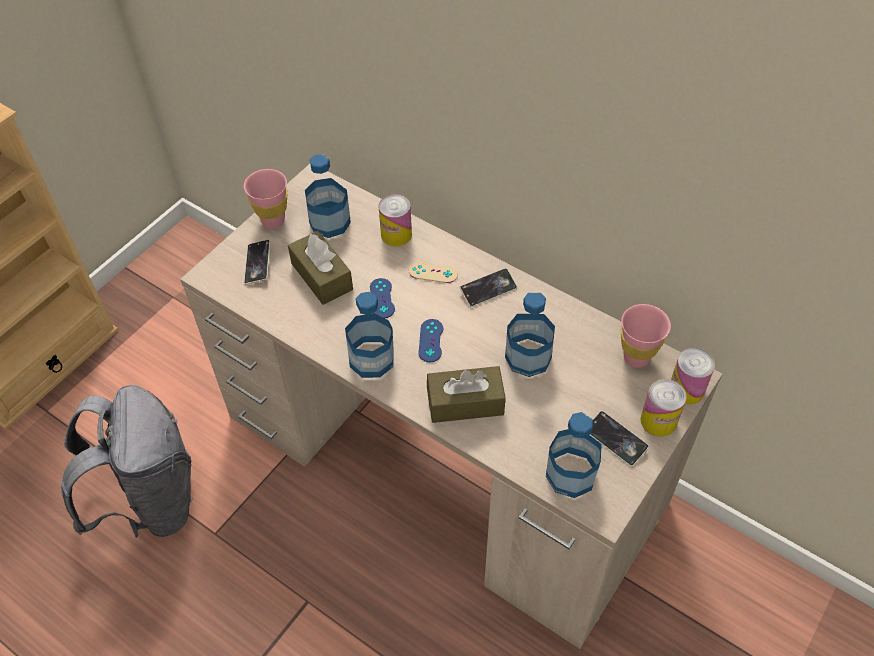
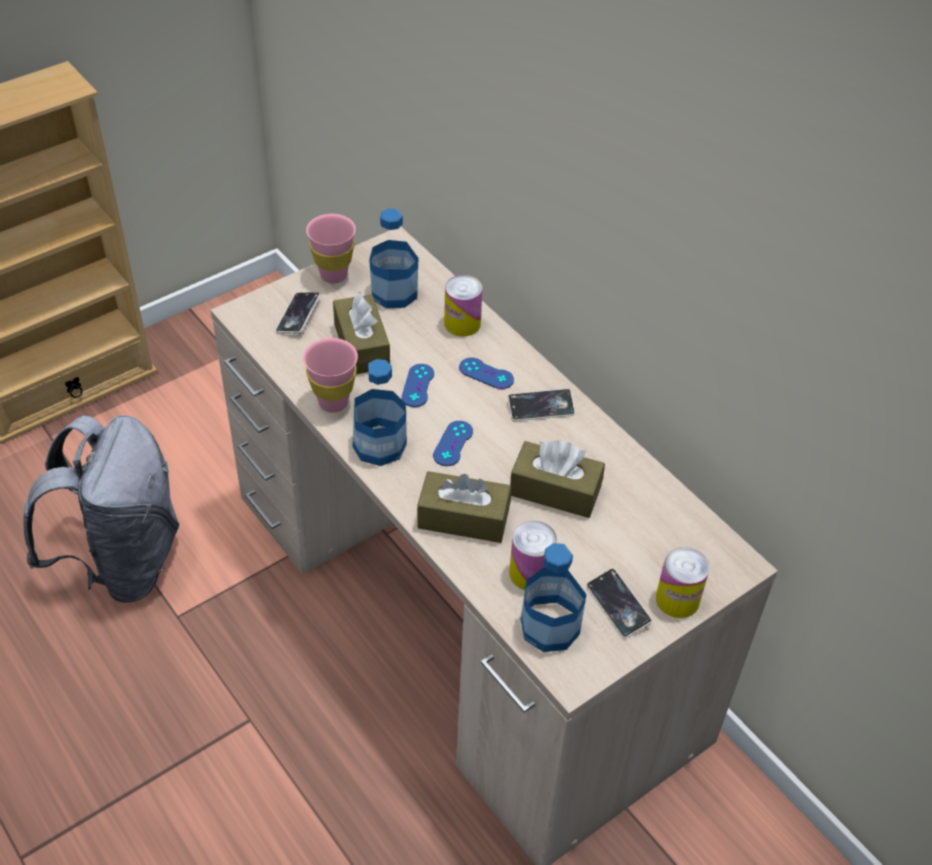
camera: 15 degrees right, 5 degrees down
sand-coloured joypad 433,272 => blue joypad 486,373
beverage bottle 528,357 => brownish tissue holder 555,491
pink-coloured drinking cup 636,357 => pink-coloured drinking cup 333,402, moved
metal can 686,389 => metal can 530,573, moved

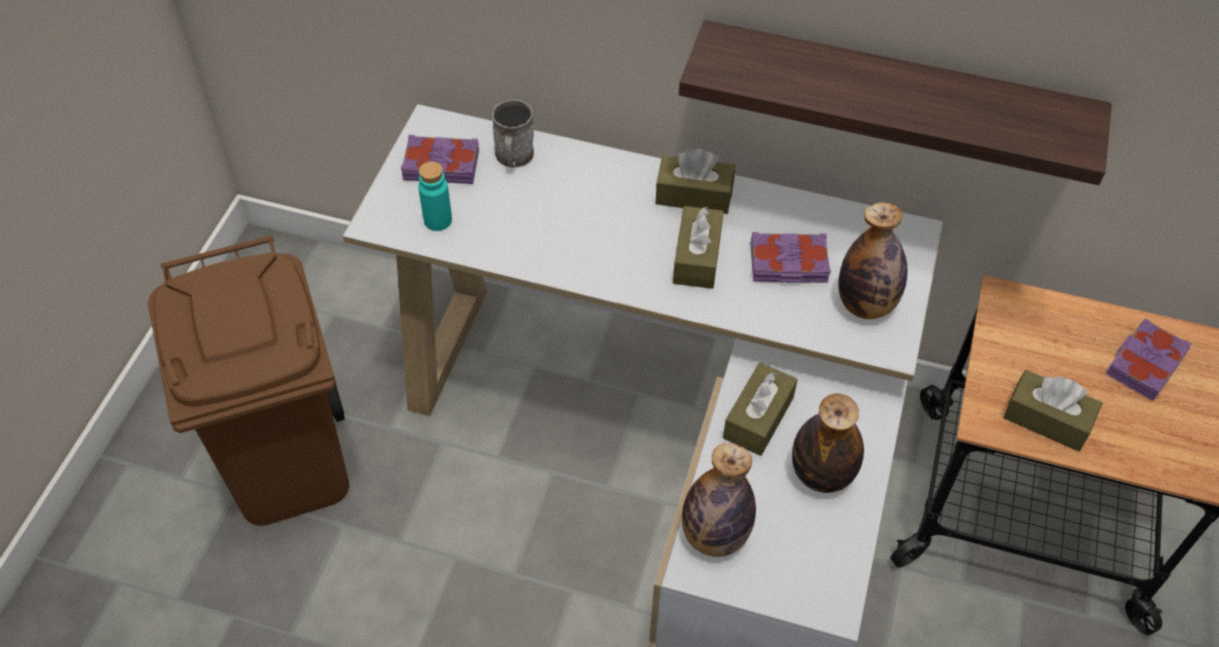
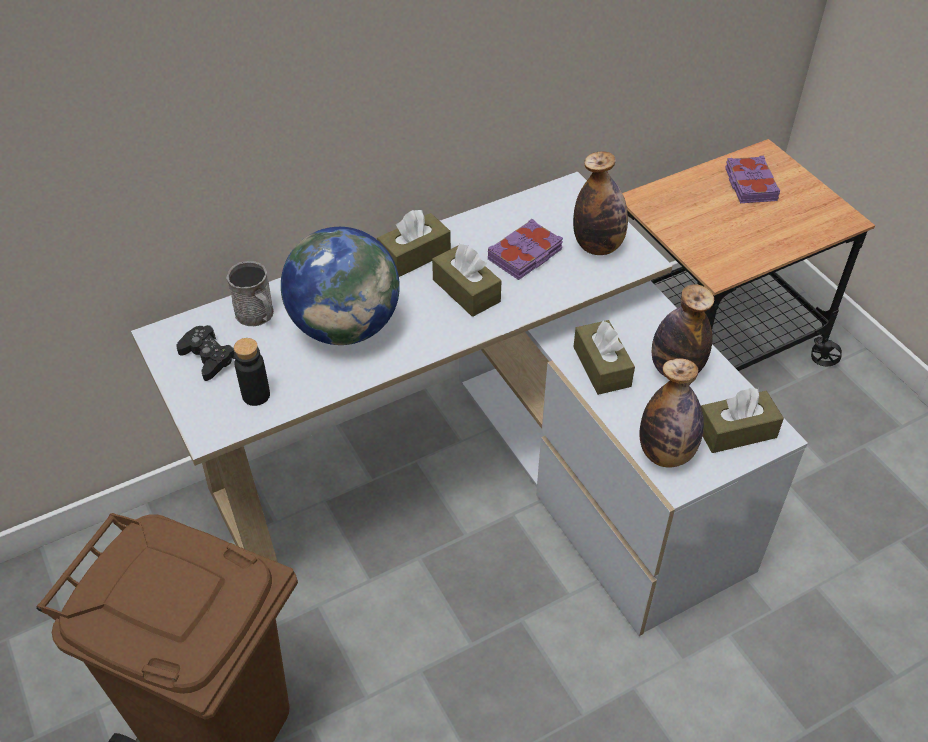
camera: 45 degrees left, 5 degrees down
purple-coloured book 441,164 => blackish joypad 208,357
turquoise-coloured beverage bottle 438,220 => blackish beverage bottle 256,395
bracket shelf 892,99 => nothing
brownish tissue holder 1047,419 => brownish tissue holder 736,431, moved
nothing => desk globe 345,327

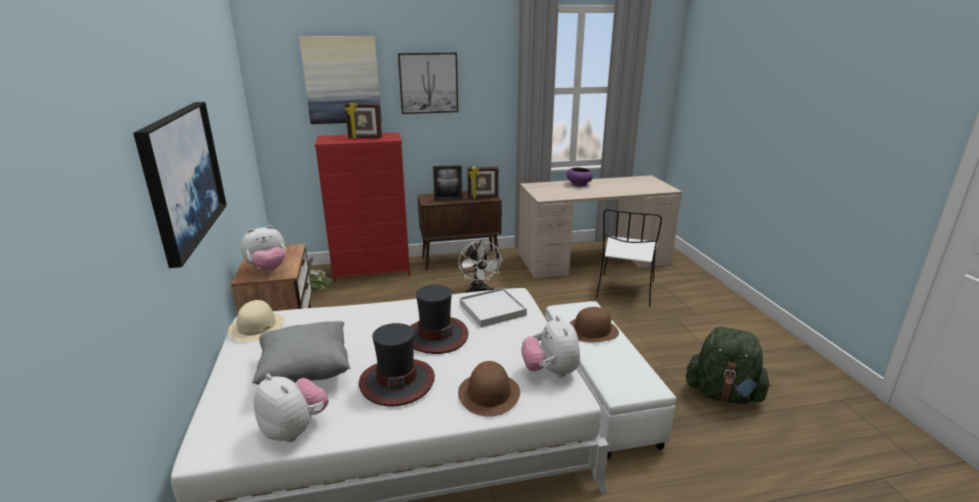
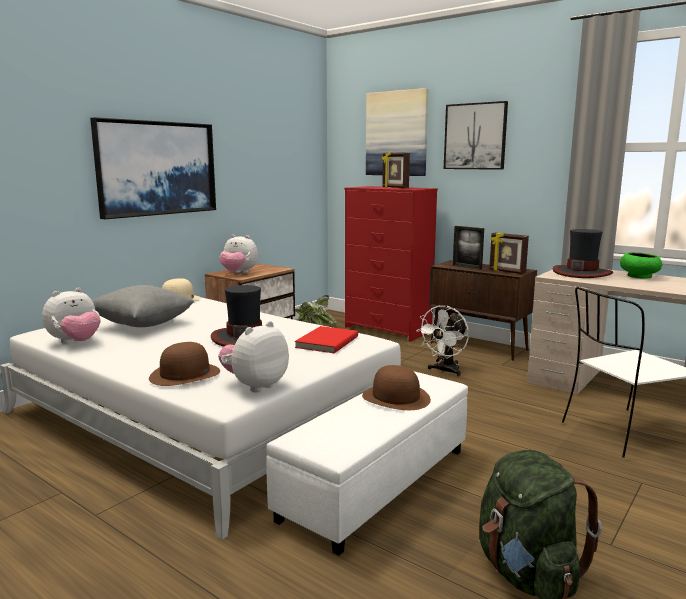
camera: 50 degrees right, 10 degrees down
soft toy 295,429 => soft toy 75,342, 45 degrees clockwise
clothing hat 397,381 => clothing hat 582,273, moved
white carrying tray 492,310 => red-coloured book 326,342
purple-coloured deep dish 579,184 => greenish deep dish 639,276

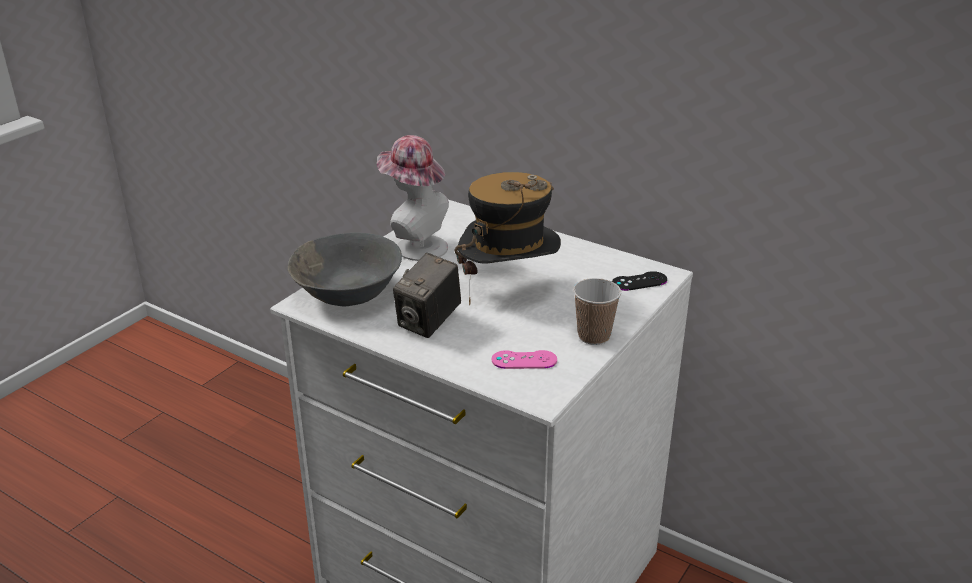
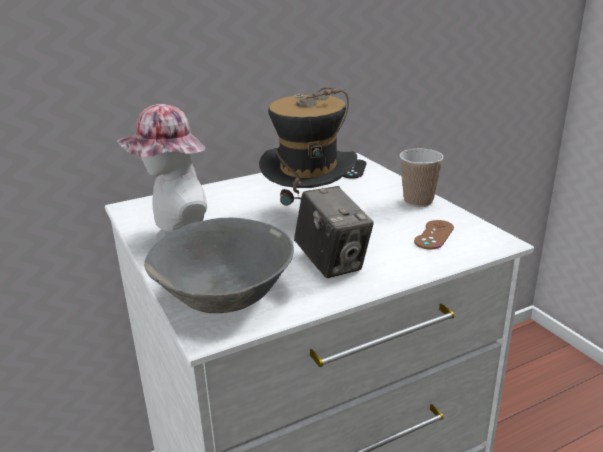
camera: 60 degrees left, 5 degrees down
pink-coloured joypad 524,360 => brownish joypad 434,235

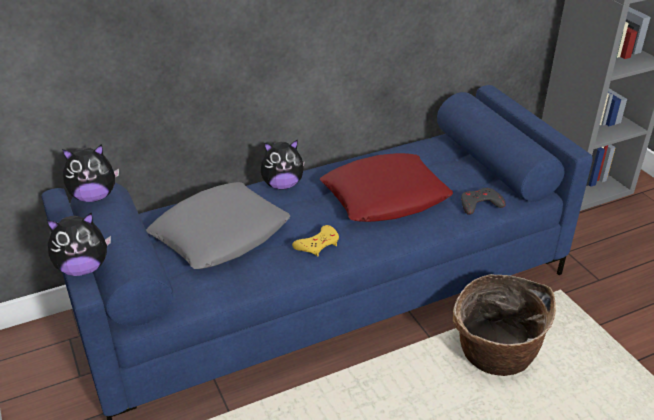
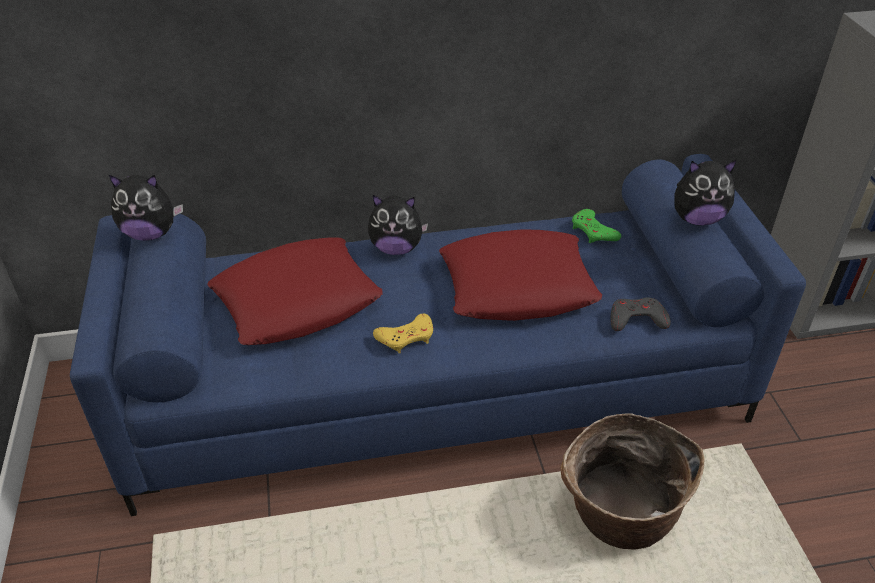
camera: 15 degrees right, 5 degrees up
soft toy 83,268 => soft toy 697,219, moved
greyish pillow 220,233 => red-coloured pillow 297,301
nothing => greenish joypad 593,231

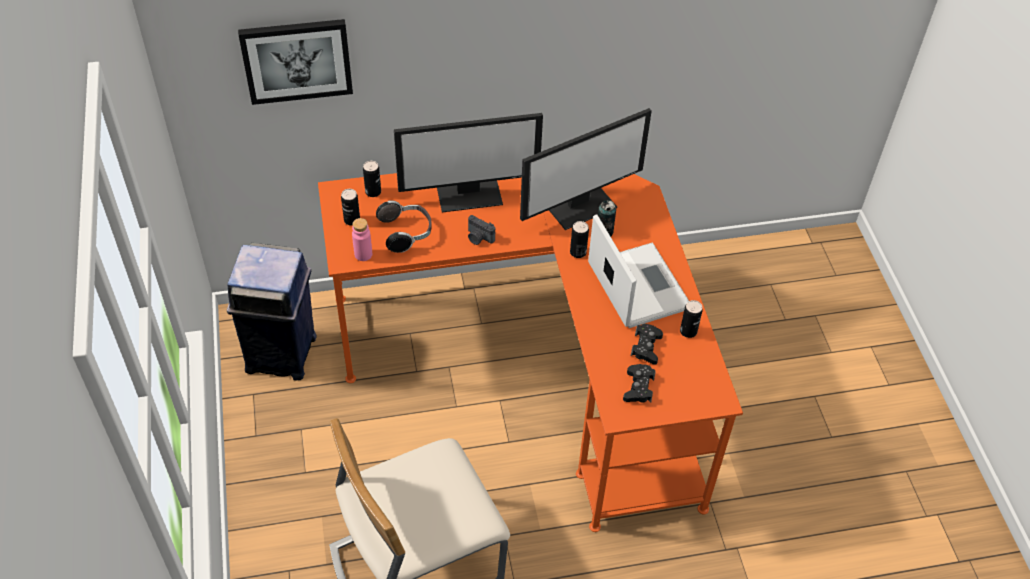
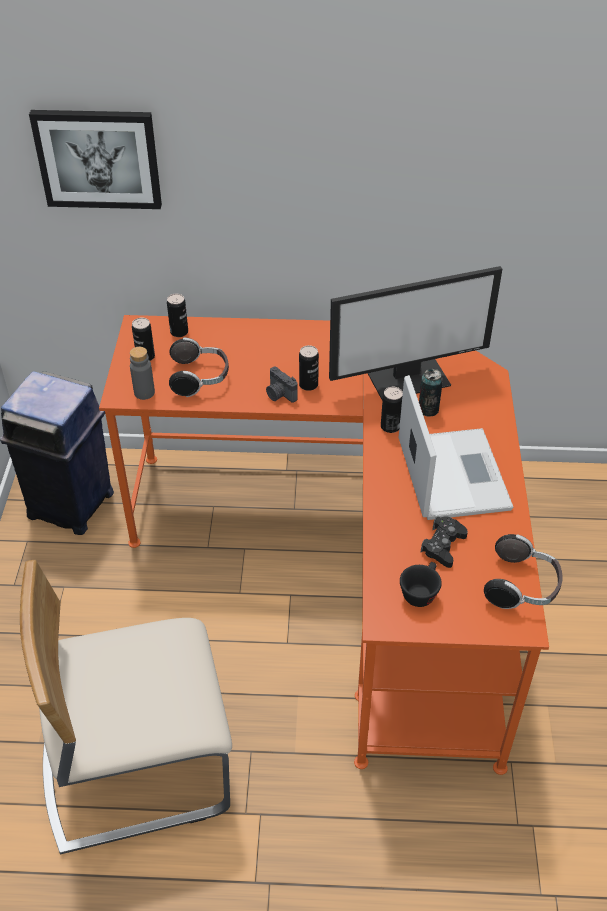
camera: 15 degrees right, 5 degrees down
pink-coloured beverage bottle 363,254 => greyish beverage bottle 144,392
computer display 470,194 => nothing
blackish joypad 638,387 => blackish drinking cup 420,592
metal can 688,331 => metal can 308,385, moved
nothing => pair of headphones 522,586

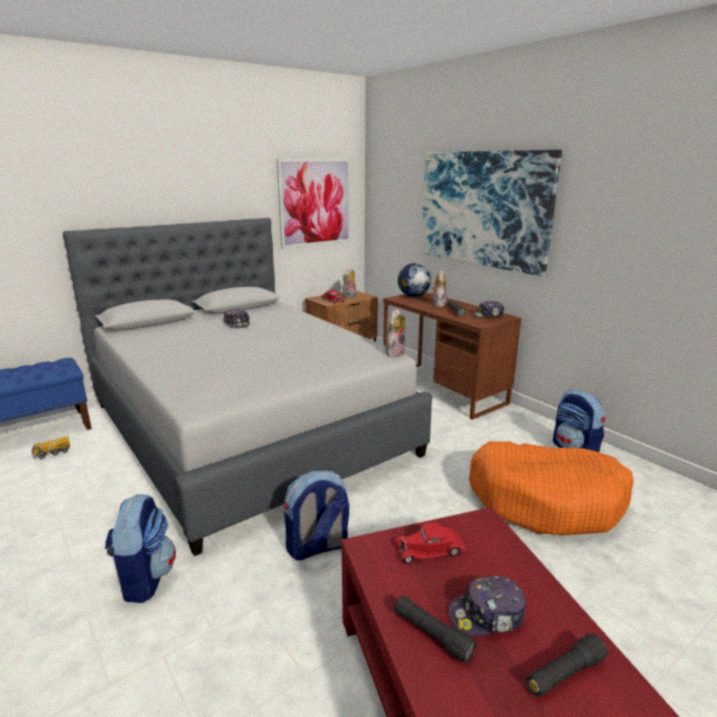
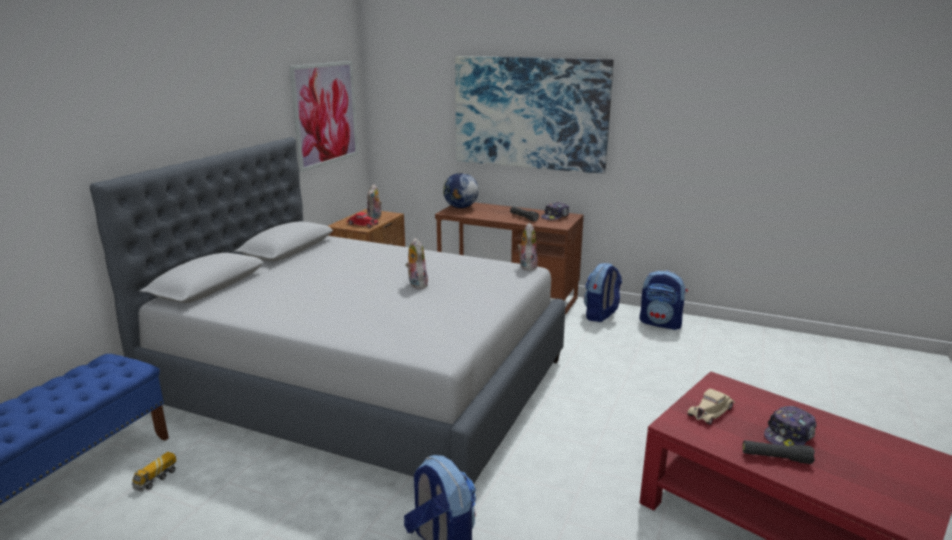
camera: 30 degrees left, 0 degrees up
cap 237,324 => nothing
rucksack 317,547 => rucksack 601,315, moved
red-coloured toy car 430,549 => sand-coloured toy car 711,411
soft toy 438,304 => soft toy 416,284, moved
orange pet bed 546,500 => nothing
blackish hand torch 565,674 => nothing

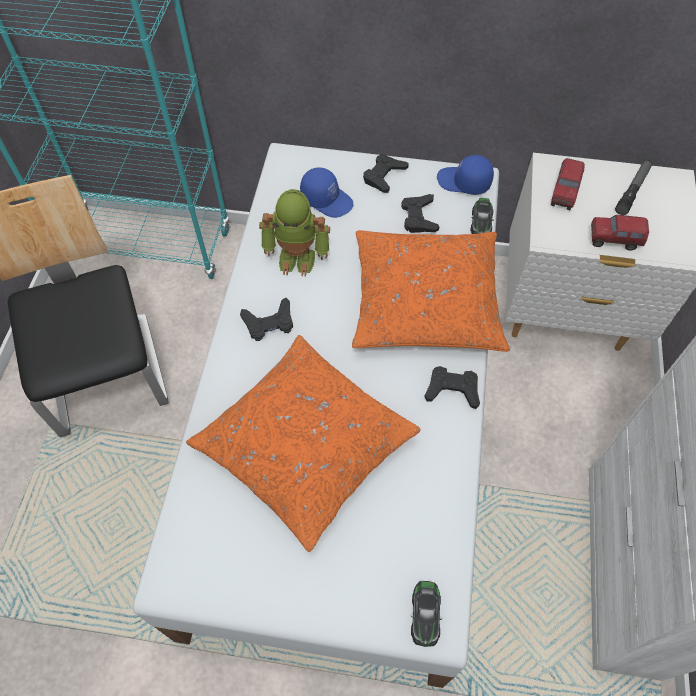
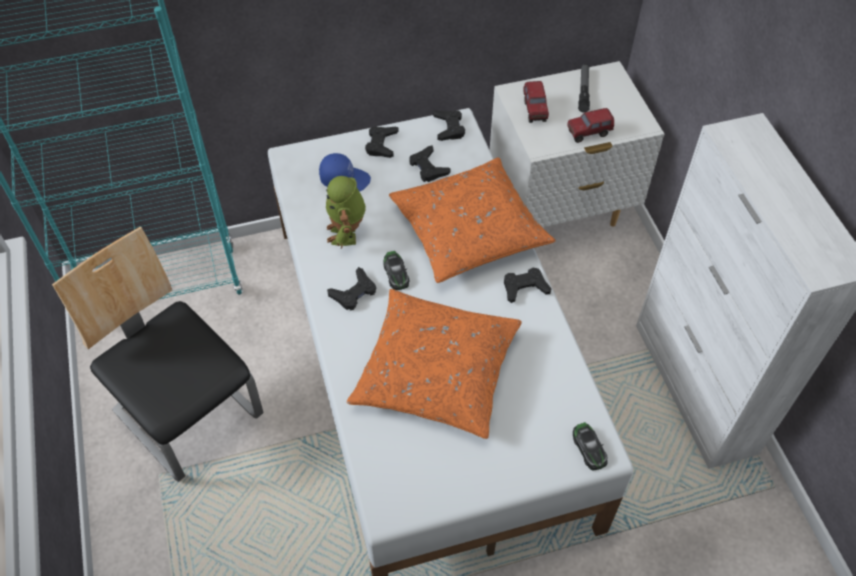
camera: 25 degrees left, 5 degrees down
robot figure 297,257 => robot figure 347,233, 105 degrees clockwise
blue cap 464,182 => blackish joypad 449,128
toy car 481,221 => toy car 396,273, moved

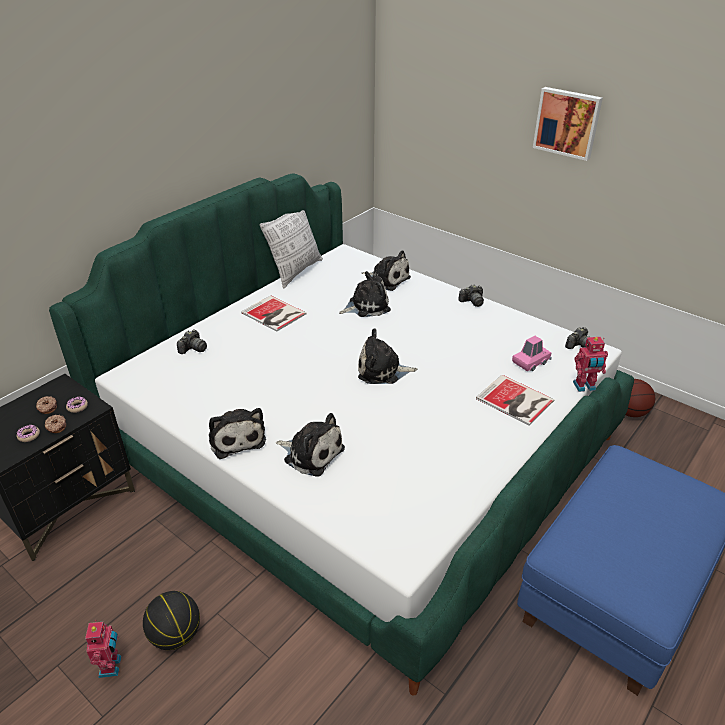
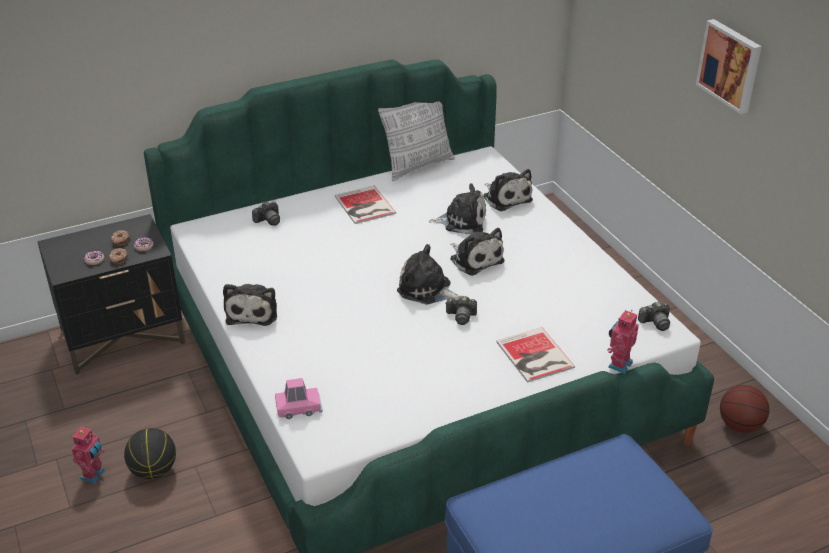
camera: 25 degrees right, 0 degrees up
soft toy 311,453 => soft toy 475,259, moved
photo camera 472,302 => photo camera 461,316, moved
pink-coloured toy car 531,362 => pink-coloured toy car 299,408, moved
robot figure 584,387 => robot figure 618,364, 105 degrees clockwise

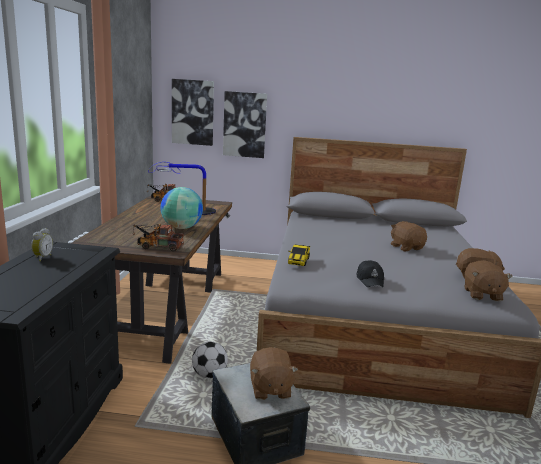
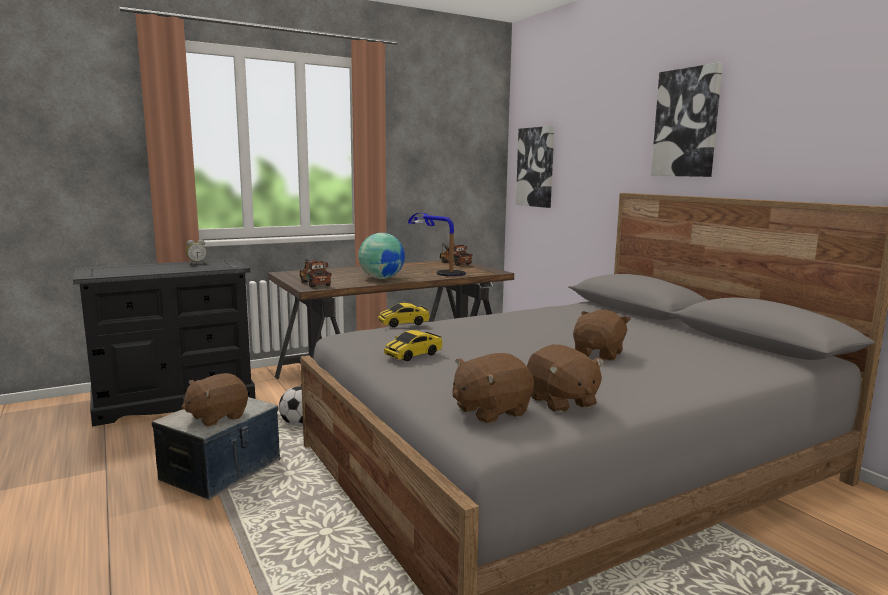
camera: 55 degrees right, 5 degrees down
wall picture 244,124 => wall picture 686,123, moved
blackish cap 370,280 => toy car 413,355

